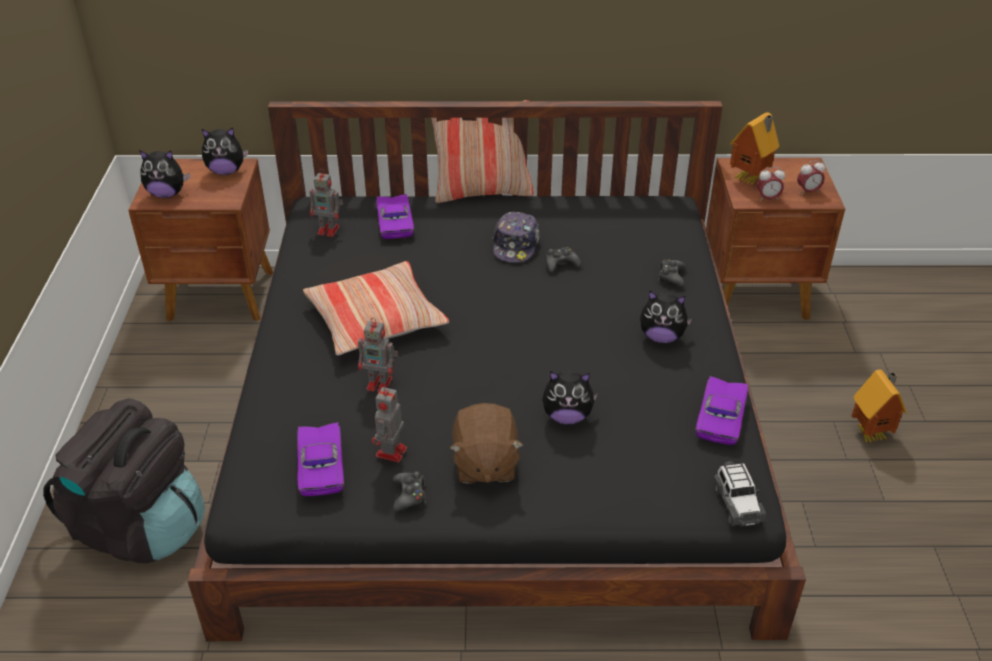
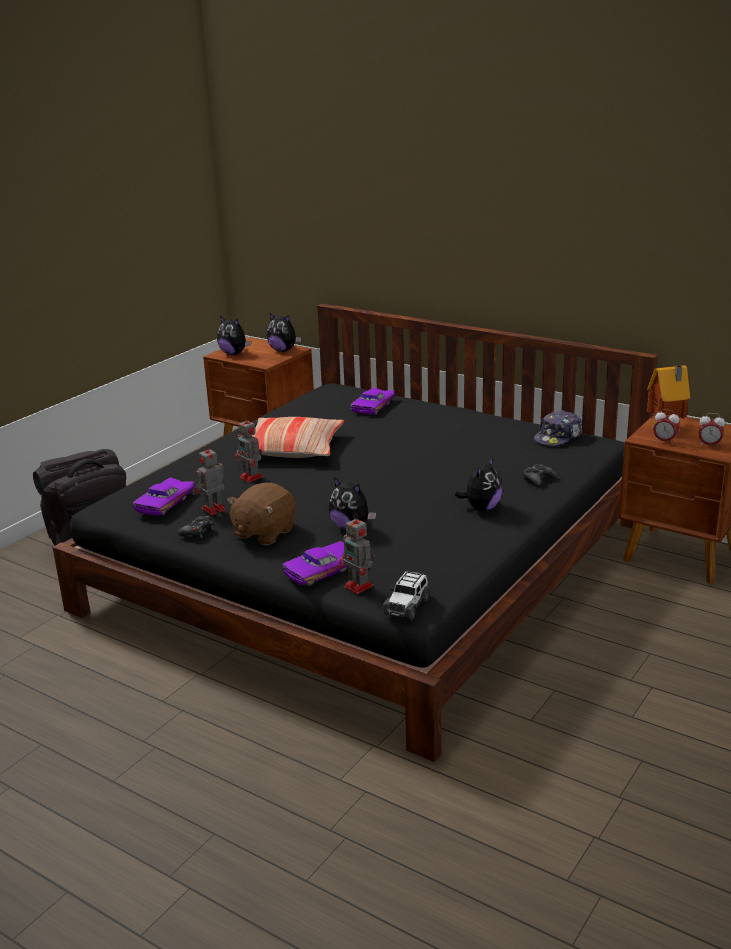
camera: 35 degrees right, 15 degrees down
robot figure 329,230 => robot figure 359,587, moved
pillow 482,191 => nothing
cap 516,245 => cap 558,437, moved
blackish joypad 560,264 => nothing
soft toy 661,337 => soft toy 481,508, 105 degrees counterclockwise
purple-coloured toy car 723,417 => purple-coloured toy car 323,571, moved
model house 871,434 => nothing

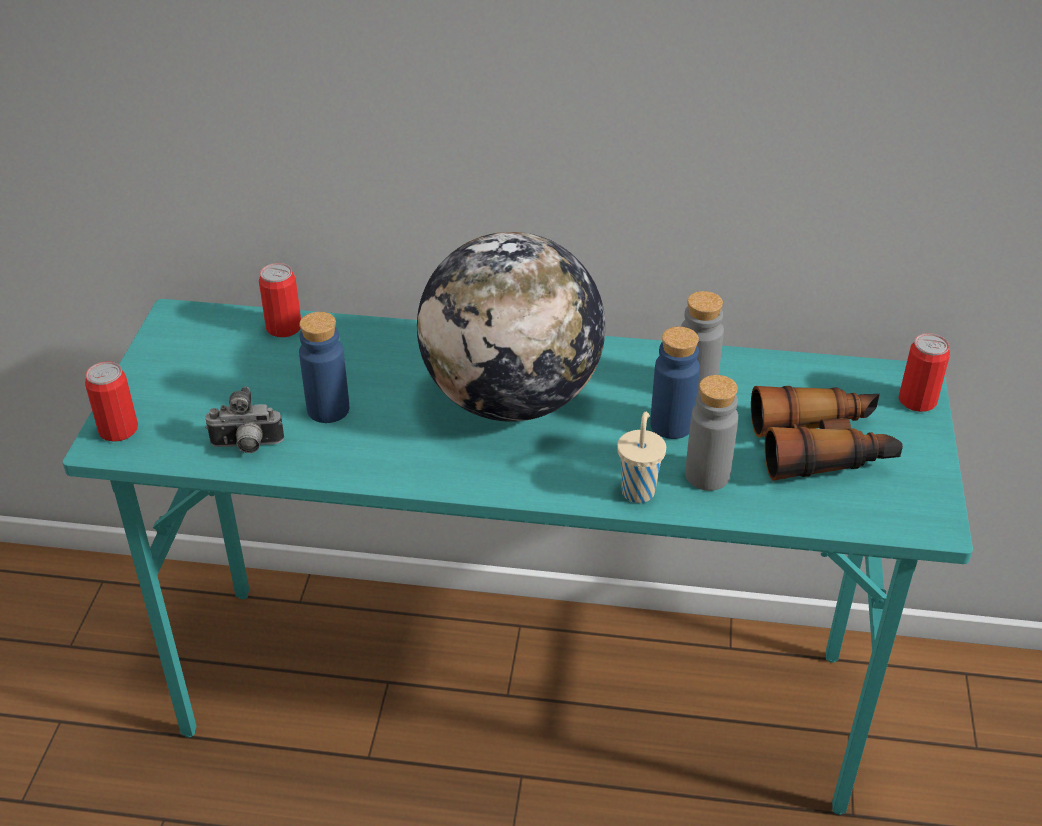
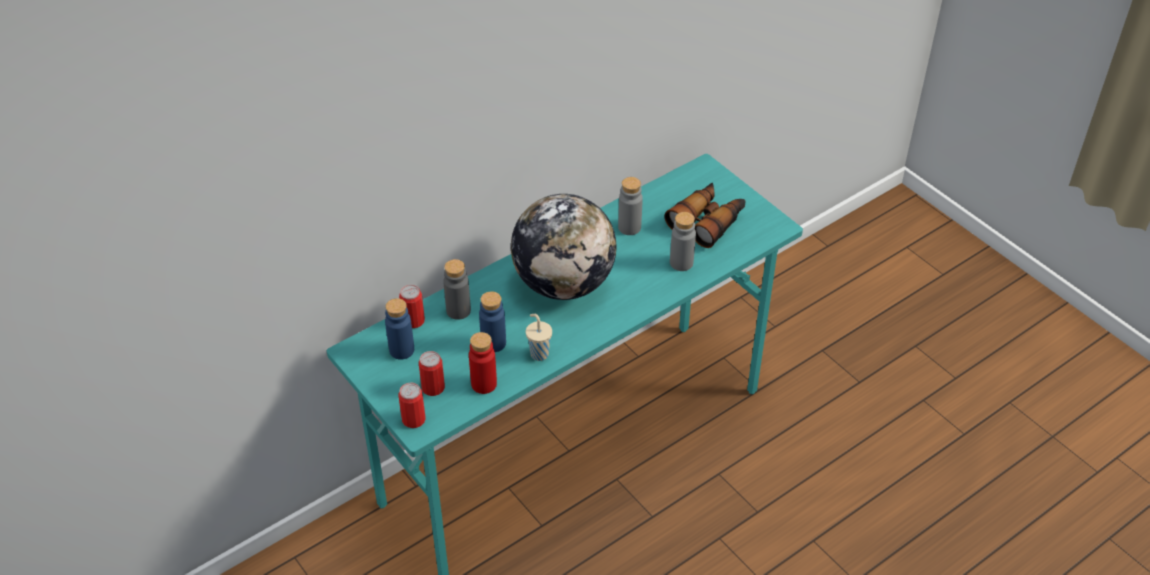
camera: 45 degrees left, 5 degrees up
photo camera 247,447 => red-coloured beverage bottle 484,384
sand-coloured drinking cup 638,490 => sand-coloured drinking cup 538,353, moved
blue beverage bottle 671,425 => blue beverage bottle 401,350, moved
metal can 917,400 => metal can 433,388, moved
nothing => greyish beverage bottle 458,311

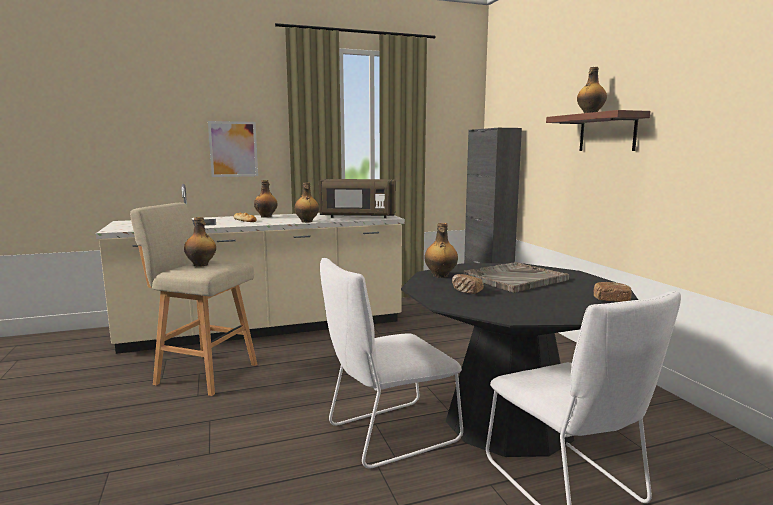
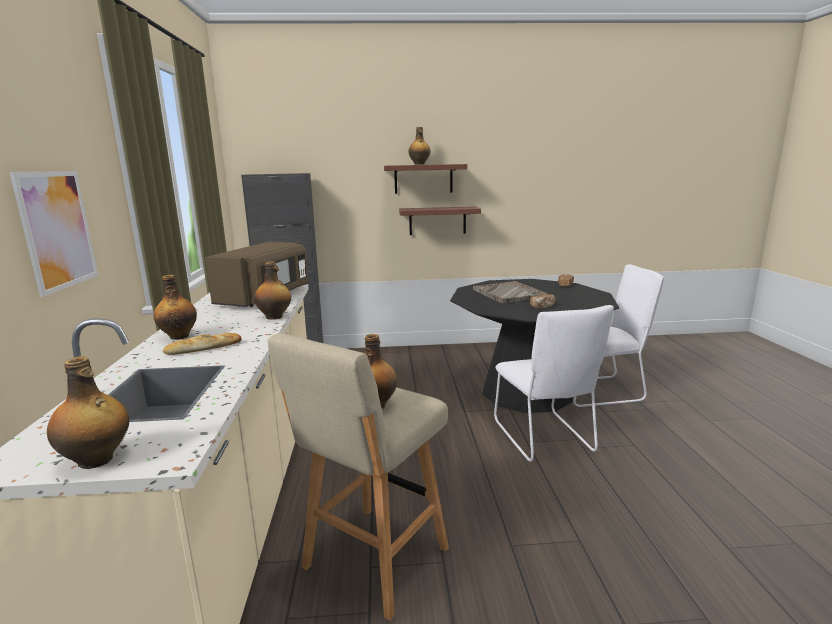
camera: 75 degrees left, 5 degrees up
beverage bottle 440,276 => beverage bottle 97,460, moved
nothing => bracket shelf 437,220

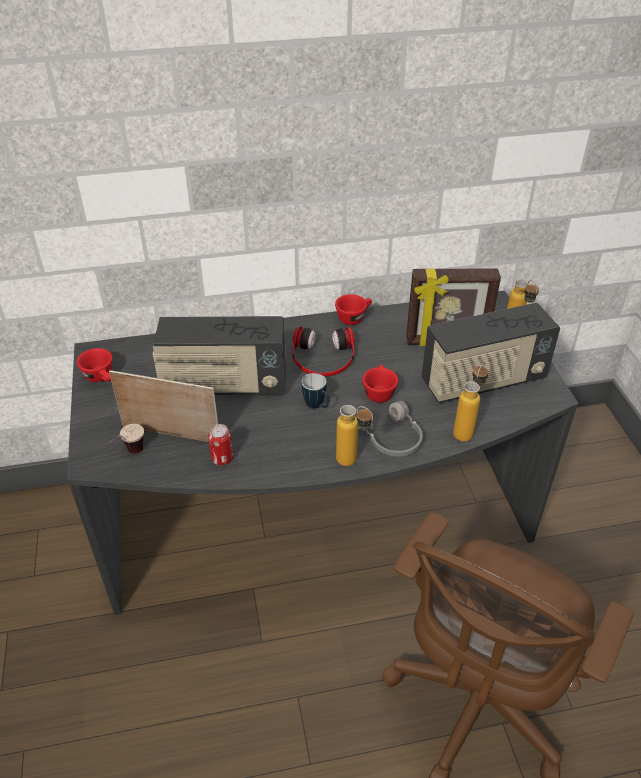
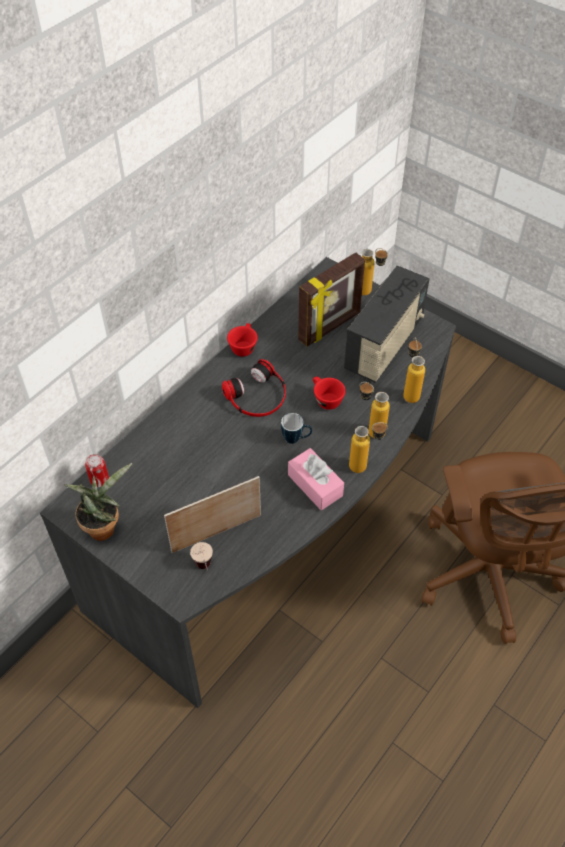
camera: 40 degrees left, 10 degrees up
red-coloured drinking cup 101,378 => plant in a pot 104,526
radio set 224,385 => nothing
metal can 222,458 => metal can 99,480, moved
greyish pair of headphones 391,438 => beverage bottle 370,430
nothing => pink-coloured tissue holder 315,485

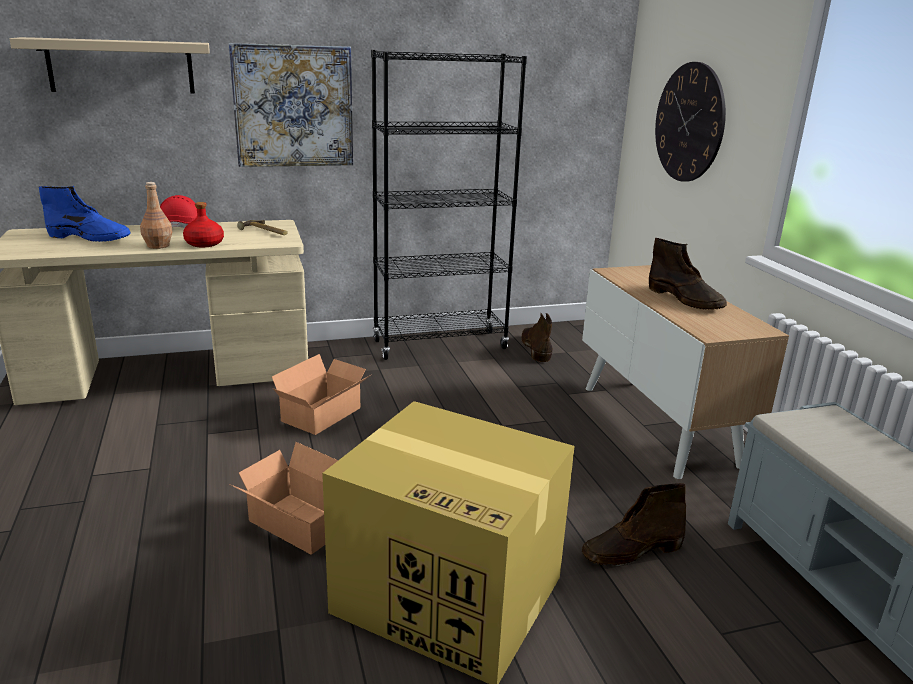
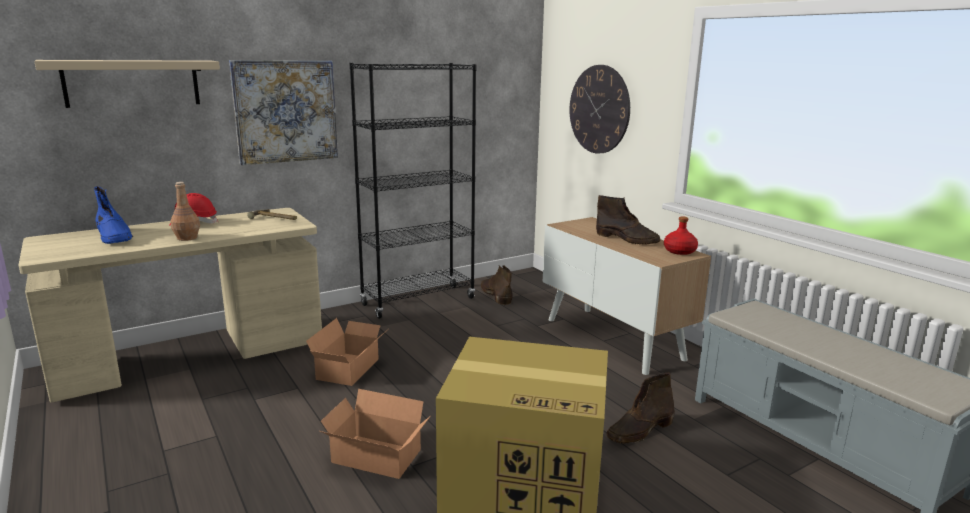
camera: 15 degrees left, 5 degrees down
blue tall boot 90,237 => blue tall boot 115,237, 60 degrees clockwise
red-coloured beverage bottle 205,244 => red-coloured beverage bottle 680,251, moved

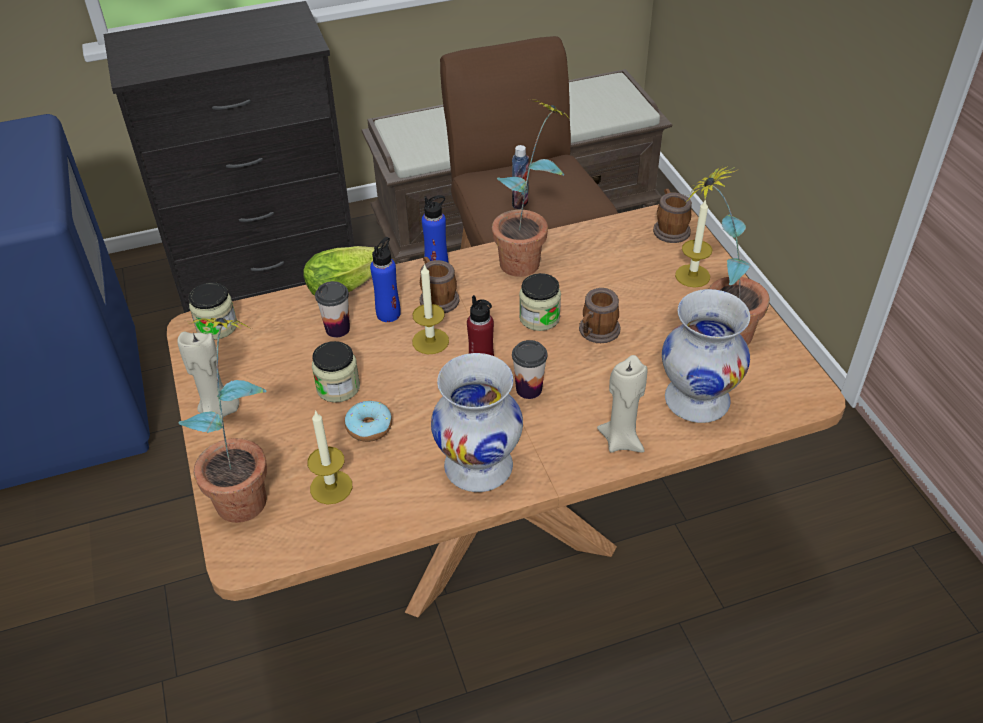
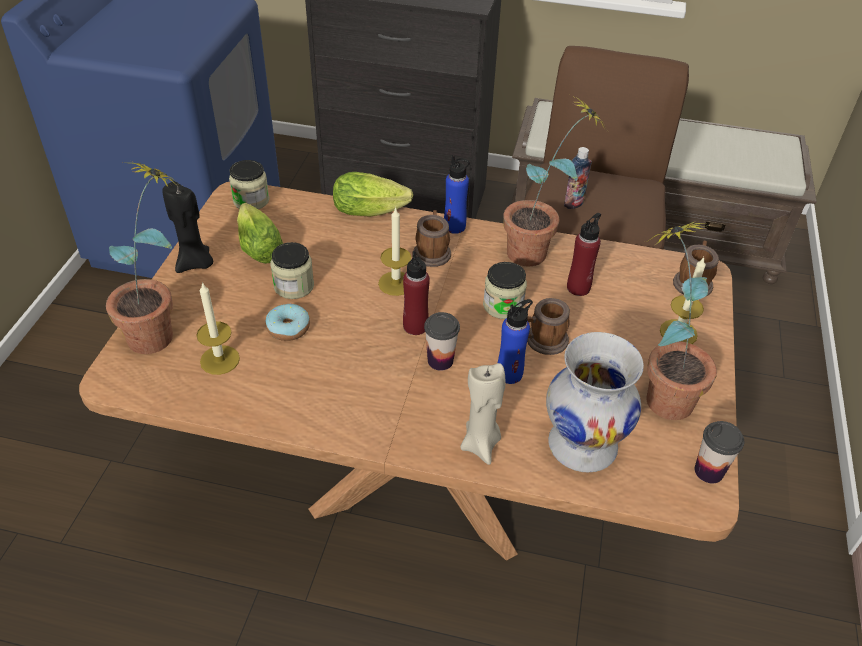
camera: 30 degrees right, 0 degrees up
sand-coloured wax light 219,412 => blackish wax light 196,264
drinking cup 337,329 => drinking cup 708,471, moved
blue beverage bottle 388,314 => blue beverage bottle 509,374, moved
white flower vase 477,467 => nothing
nothing => lettuce head 258,245
nothing => red-coloured beverage bottle 578,287

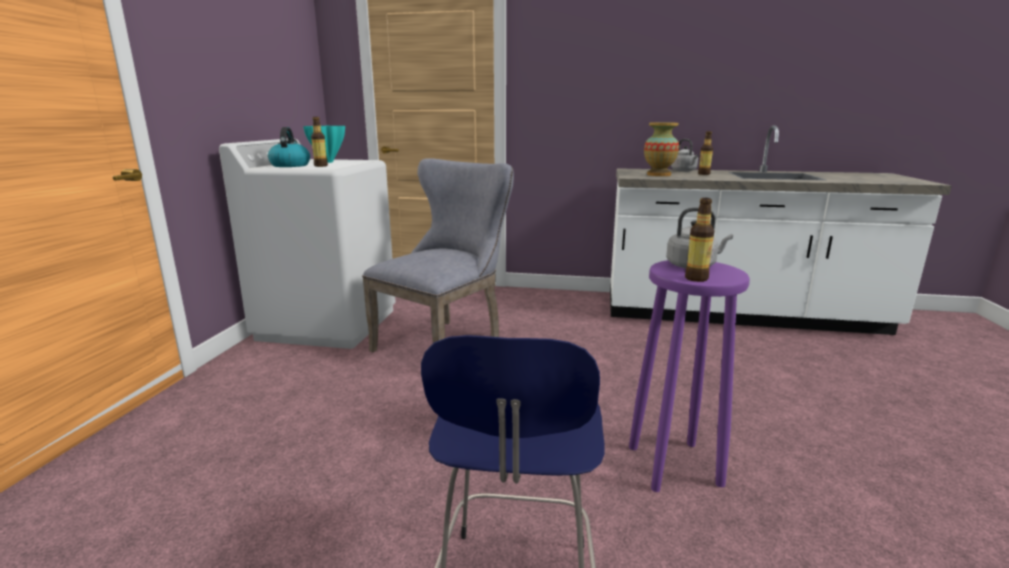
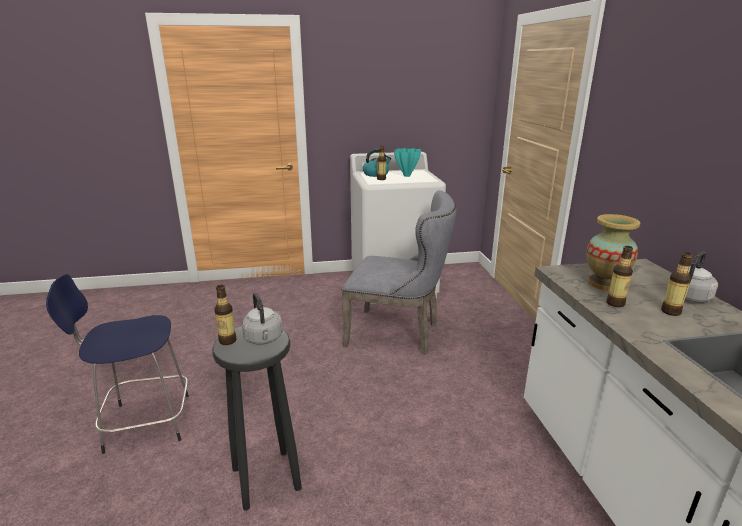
camera: 70 degrees right, 5 degrees up
purple-coloured stool seat 674,464 => blackish stool seat 267,478
nothing => beverage bottle 615,303

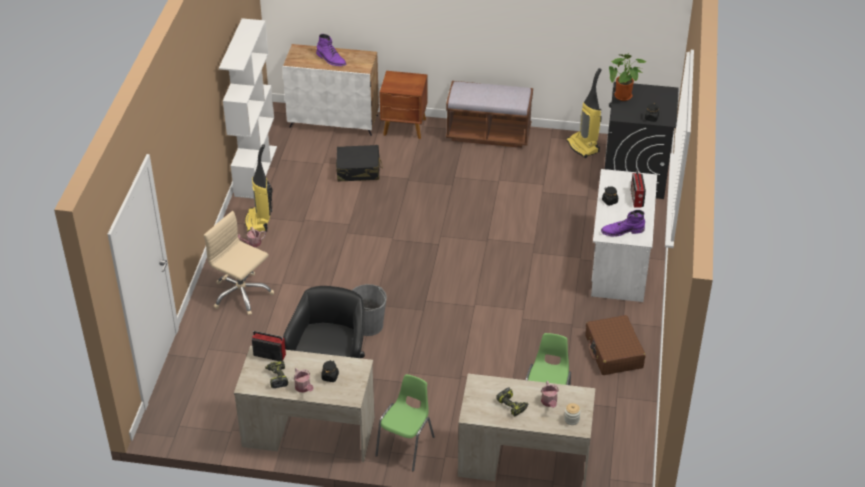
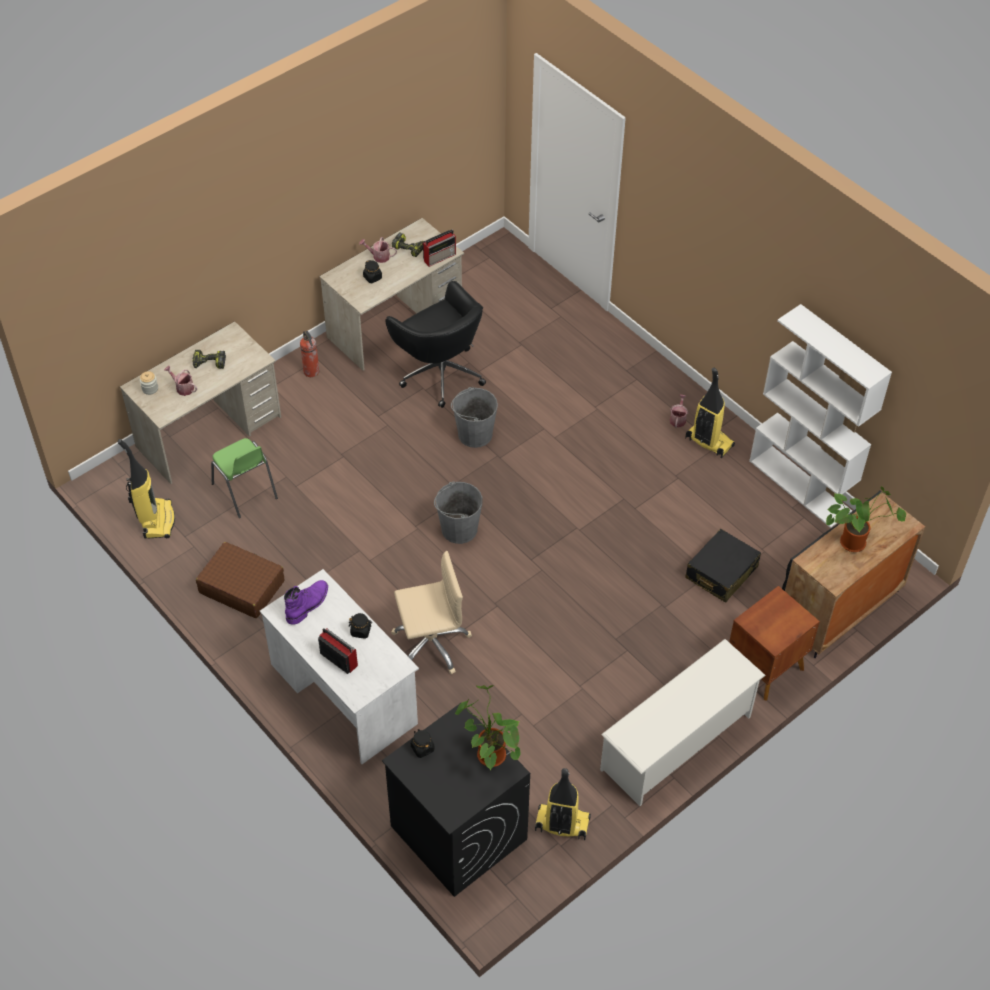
camera: 130 degrees right, 10 degrees up
sand-coloured office chair 241,294 => sand-coloured office chair 431,644, moved
white cupboard 334,121 => blackish cupboard 838,609
purple-coloured tall boot 331,60 => plant in a pot 855,541
greenish chair 406,446 => fire-fighting cylinder 311,372
brownish indoor bench 488,134 => white shoe shelf 677,743
nothing => vacuum 156,520
nothing => greyish water bucket 459,529

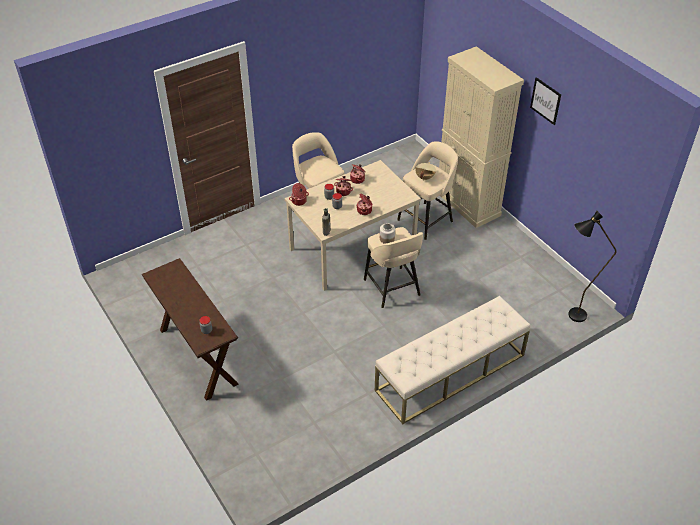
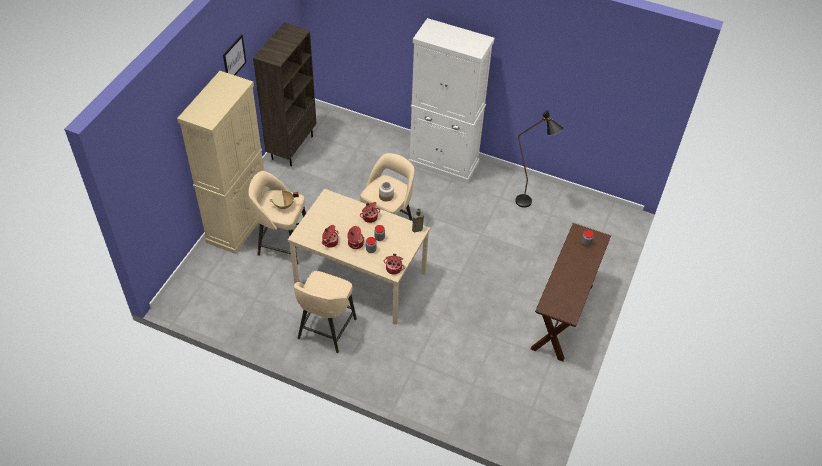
camera: 125 degrees left, 5 degrees up
sand-coloured indoor bench 450,373 => white cupboard 444,163
blackish floor lamp 571,317 => blackish floor lamp 528,204, moved
nothing => brownish bookcase 292,147

